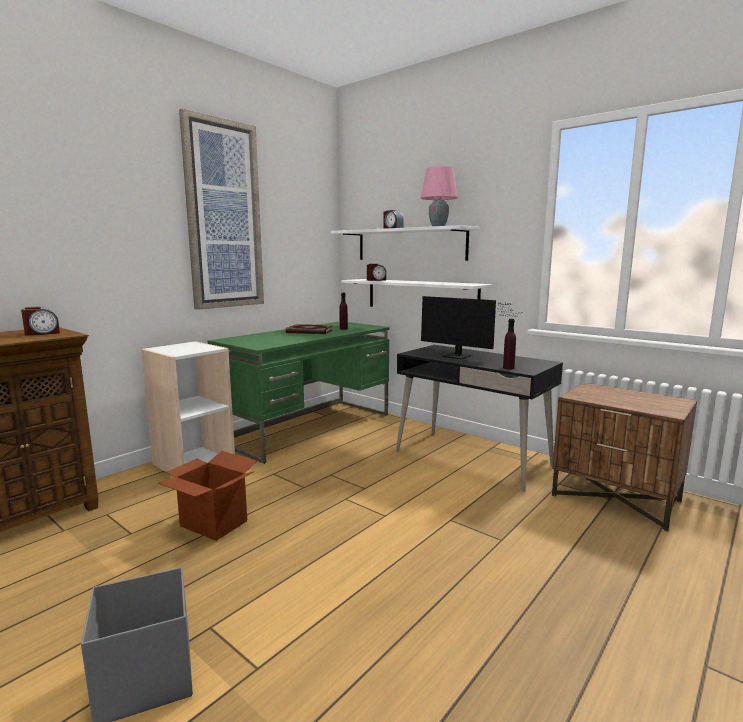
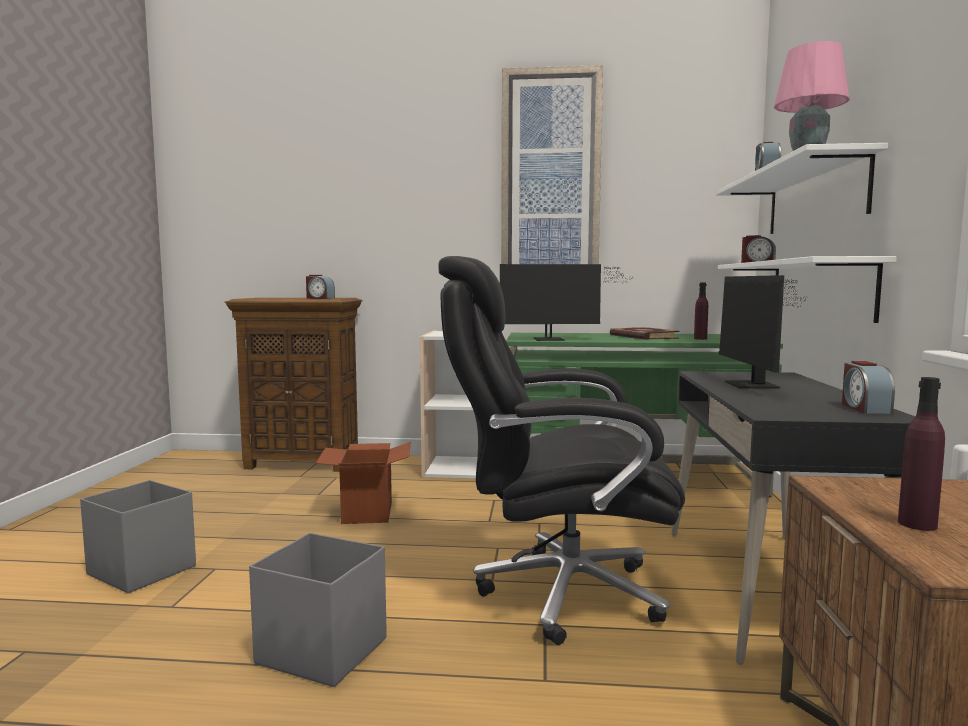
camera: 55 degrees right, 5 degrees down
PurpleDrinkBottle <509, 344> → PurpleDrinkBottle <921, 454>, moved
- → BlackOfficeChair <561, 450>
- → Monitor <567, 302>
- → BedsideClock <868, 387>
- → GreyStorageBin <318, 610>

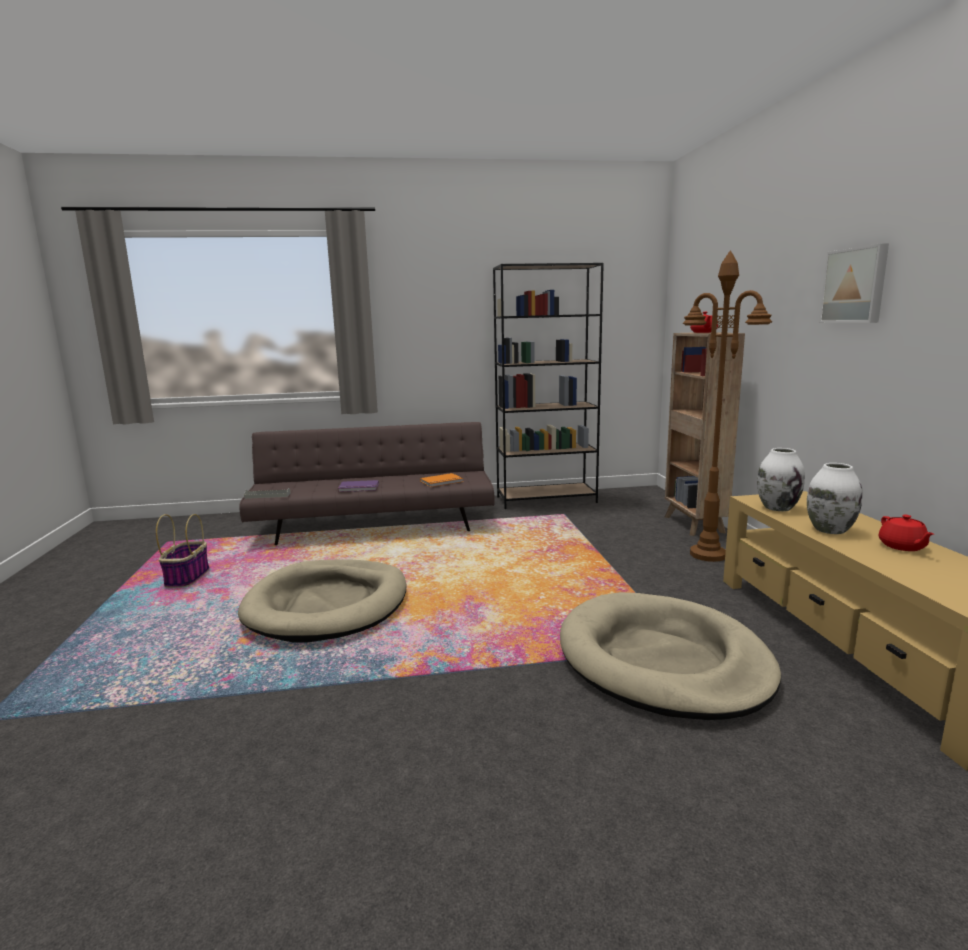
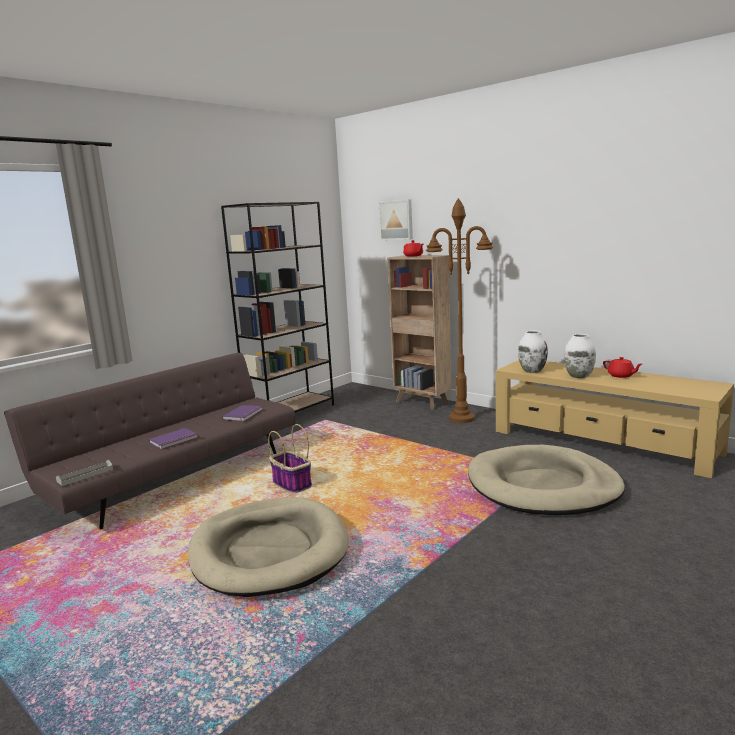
camera: 40 degrees left, 0 degrees up
WallArt <854, 283> → WallArt <395, 220>, moved
OrangeColouredVolume <441, 480> → PurpleVolume <242, 413>
Basket <182, 551> → Basket <290, 458>, moved

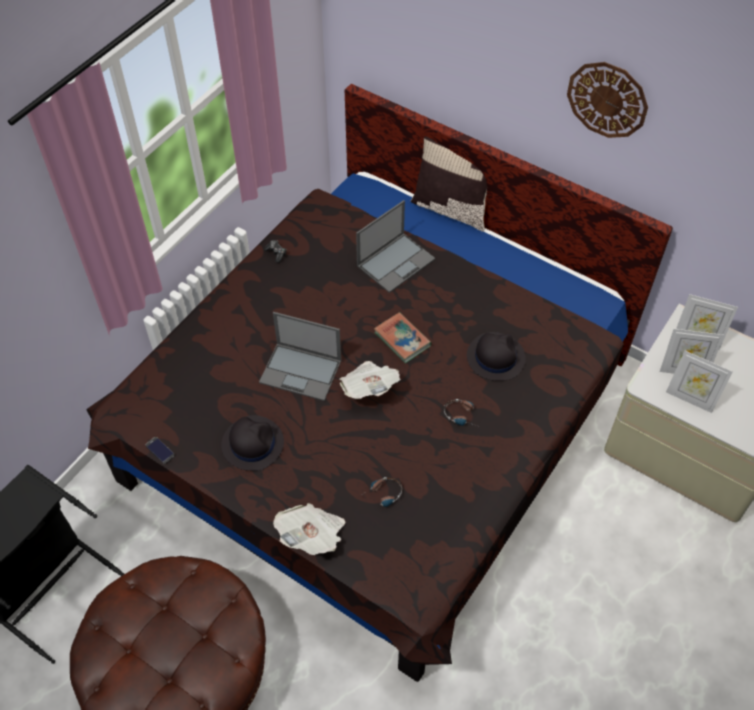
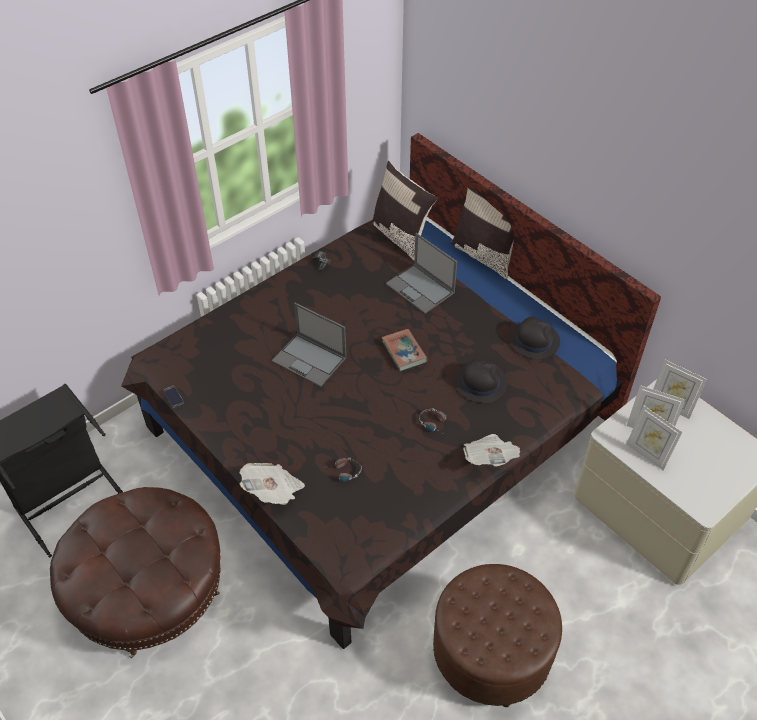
camera: 15 degrees right, 5 degrees down
WallClock <607, 100> → -
Laptop <395, 246> → Laptop <421, 273>, 75 degrees clockwise
Newspaper <370, 380> → Newspaper <491, 450>, moved
BlackHat <252, 443> → BlackHat <534, 338>, moved
- → Cushion <404, 211>
- → BrownishOttoman <497, 635>

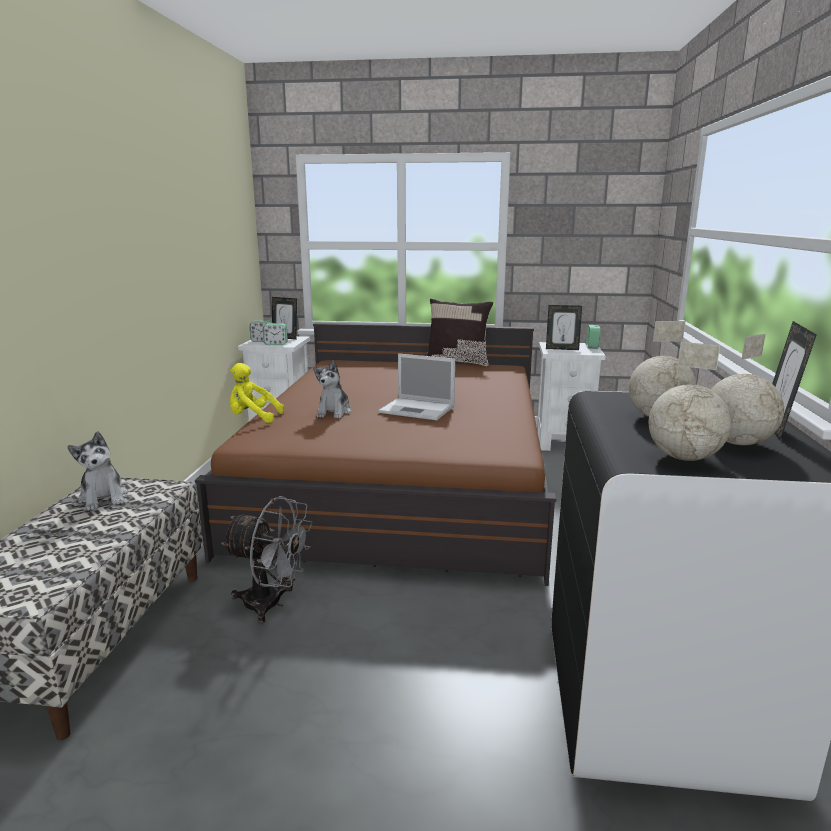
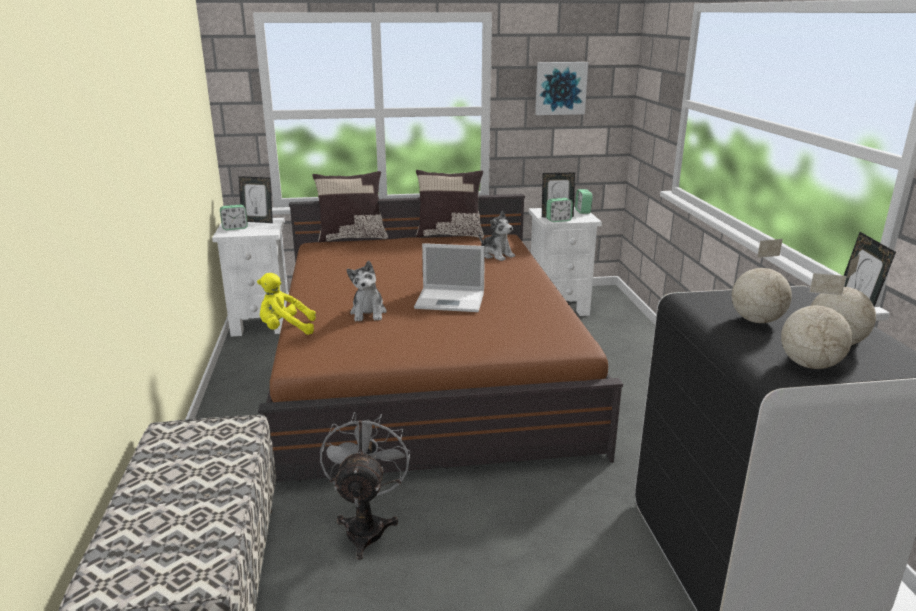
camera: 15 degrees left, 5 degrees up
BedsideClock <275, 334> → BedsideClock <559, 210>, moved
CuddlyToy <97, 470> → CuddlyToy <497, 236>, moved
GreyFan <267, 559> → GreyFan <365, 486>, 90 degrees counterclockwise
- → WallArt <561, 88>
- → Cushion <350, 207>

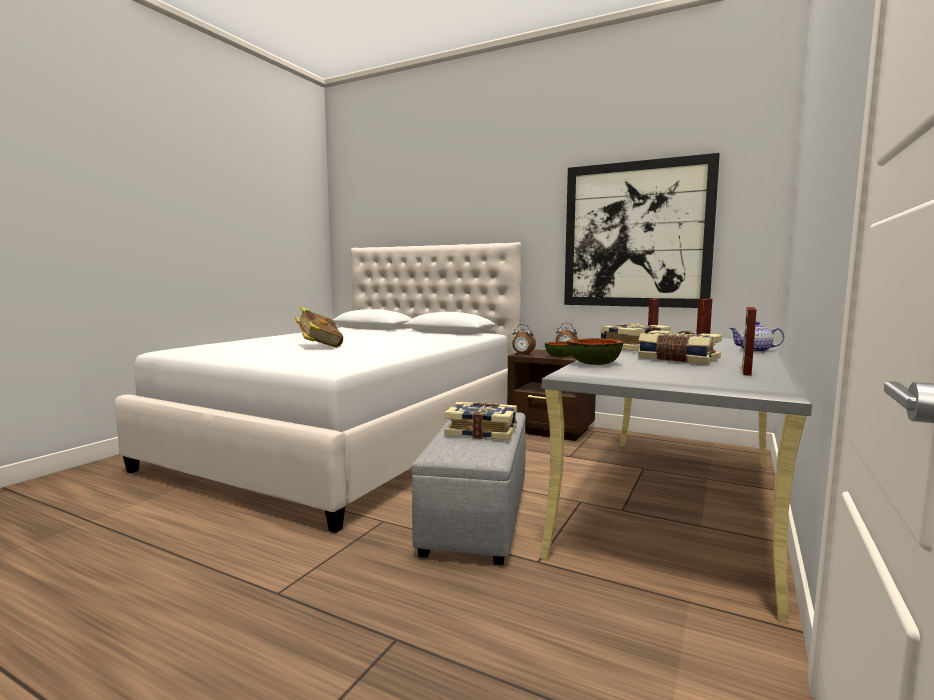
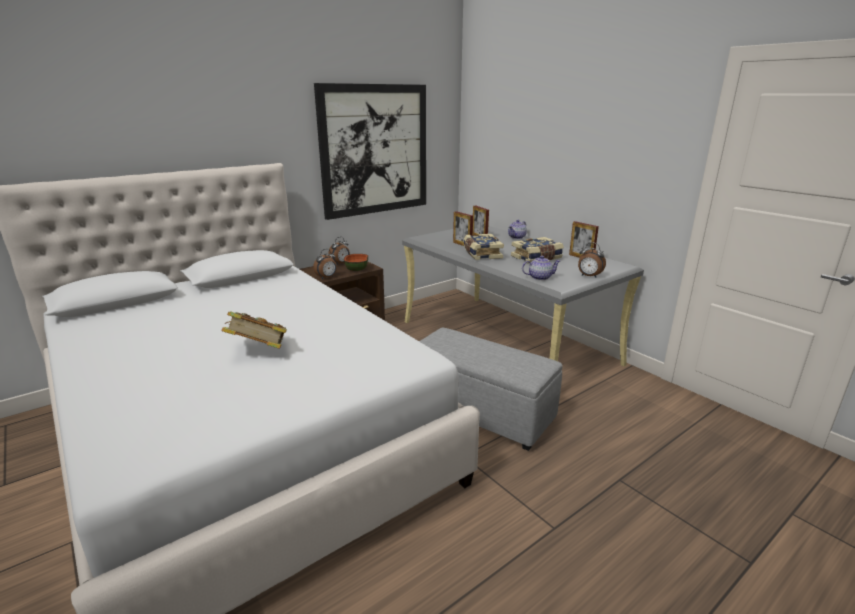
camera: 65 degrees left, 15 degrees up
DeepDish <595, 351> → Teapot <541, 268>
Volume <480, 421> → -
- → BedsideClock <592, 260>

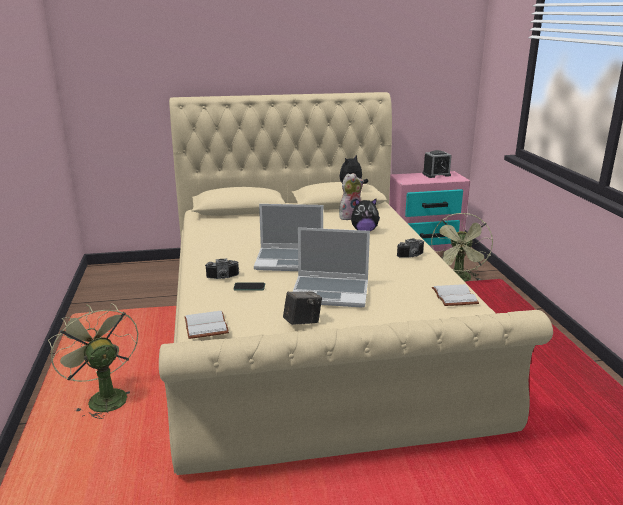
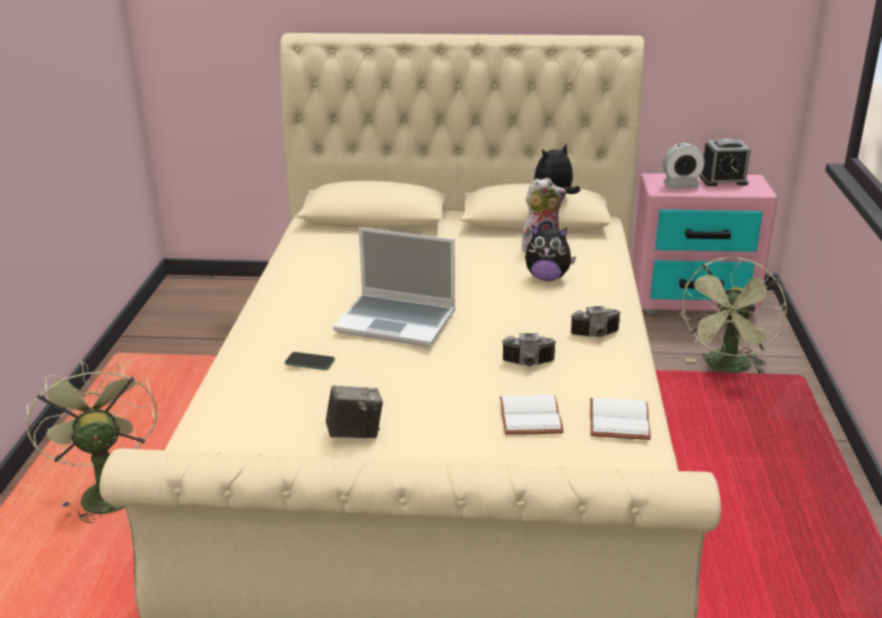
camera: 15 degrees right, 5 degrees up
Laptop <331, 267> → -
PhotoCamera <222, 268> → PhotoCamera <529, 349>, moved
WhiteVolume <206, 325> → WhiteVolume <531, 415>, moved
- → BedsideClock <684, 165>

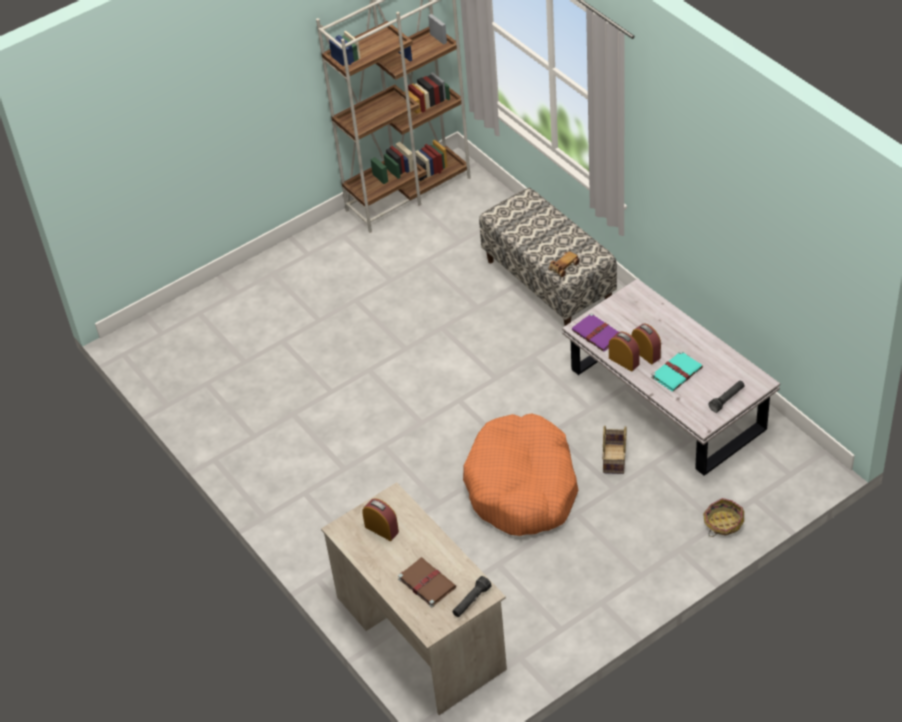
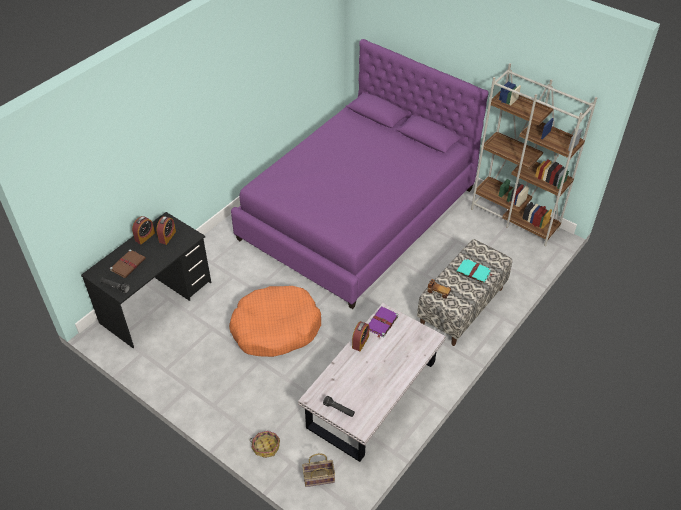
camera: 70 degrees right, 0 degrees up
BedsideClock <646, 344> → BedsideClock <143, 230>, moved
TurquoiseVolume <677, 371> → TurquoiseVolume <474, 270>, moved
Basket <614, 450> → Basket <318, 470>, moved
BeigeColouredDeskTable <414, 598> → BlackDeskTable <146, 280>
- → PurpleSleepingBed <360, 174>

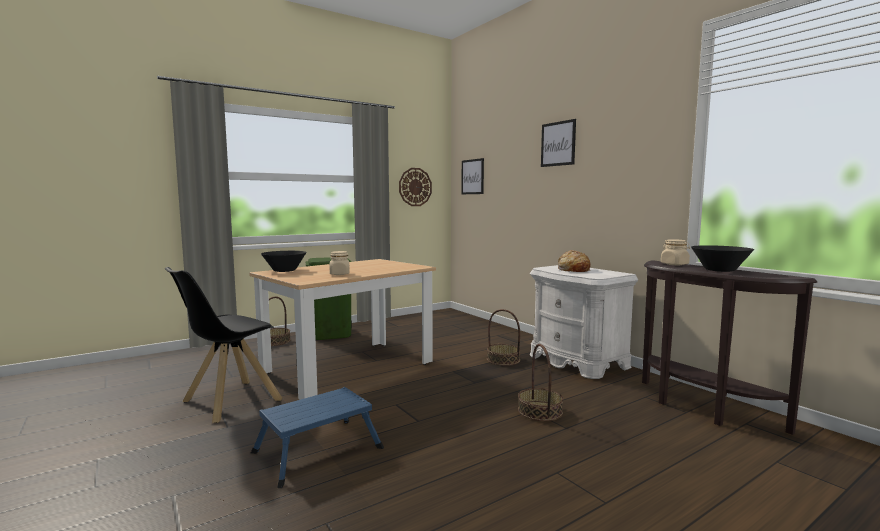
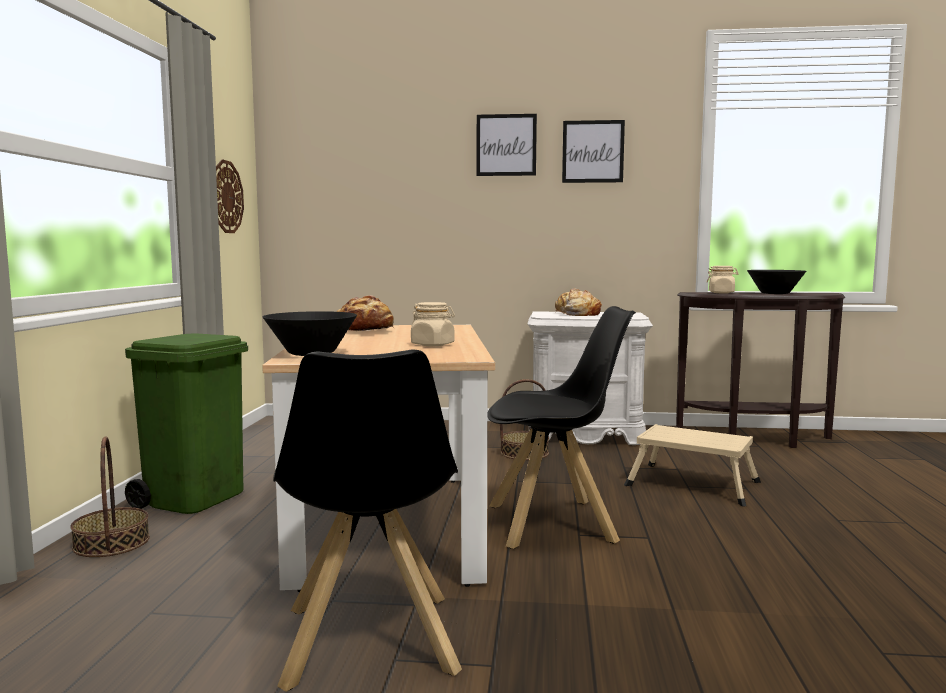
camera: 50 degrees left, 0 degrees up
WallArt <472, 176> → WallArt <593, 151>, moved
Basket <540, 382> → BeigeColouredStepladder <692, 465>
BluishStepladder <317, 437> → -
- → Bread <365, 313>
- → BlackUprightChair <561, 427>

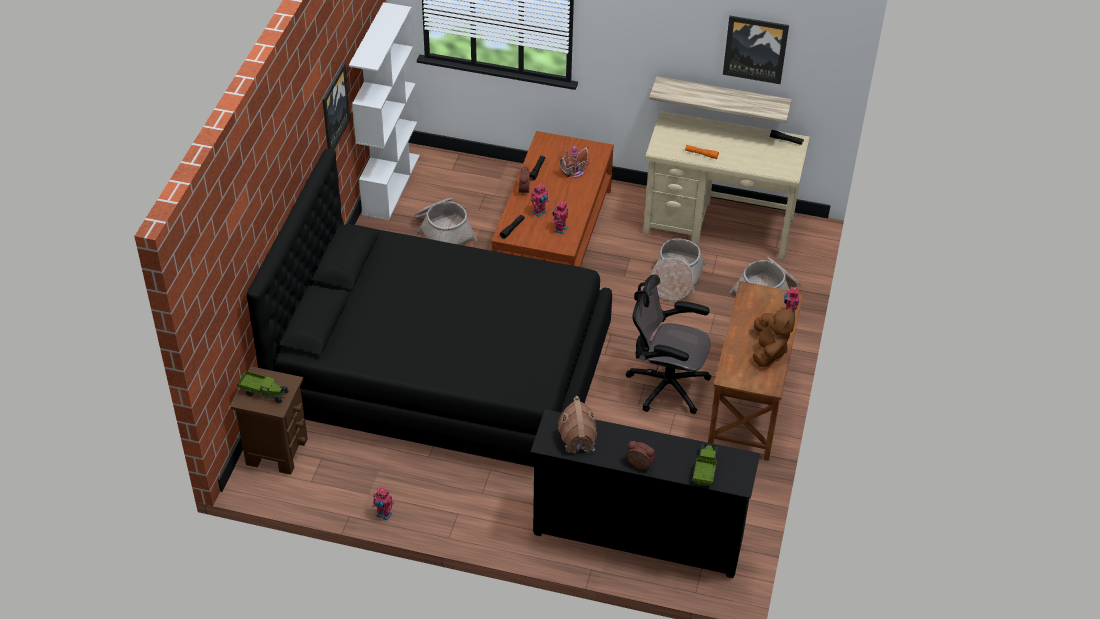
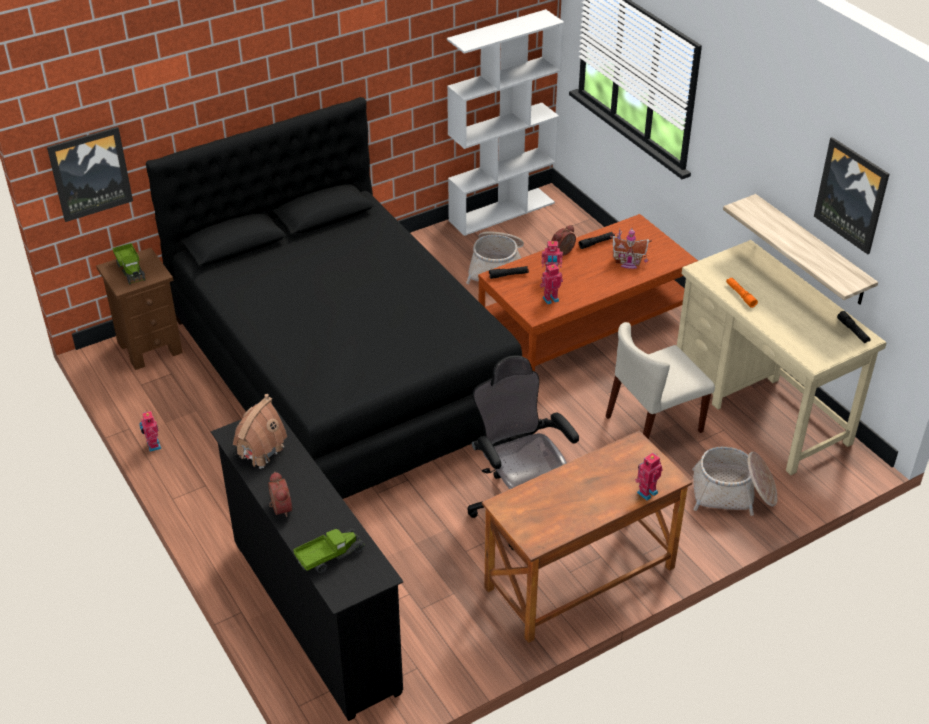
camera: 45 degrees right, 5 degrees down
WallArt <336, 106> → WallArt <90, 174>, moved
Basket <678, 269> → BeigeColouredUprightChair <660, 380>
BrownishCuddlyToy <774, 336> → -

